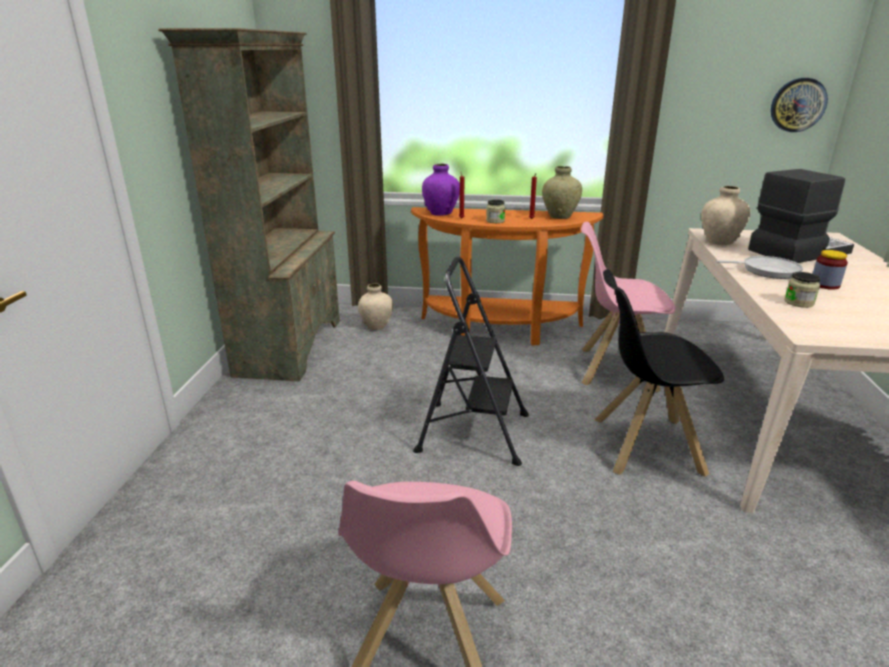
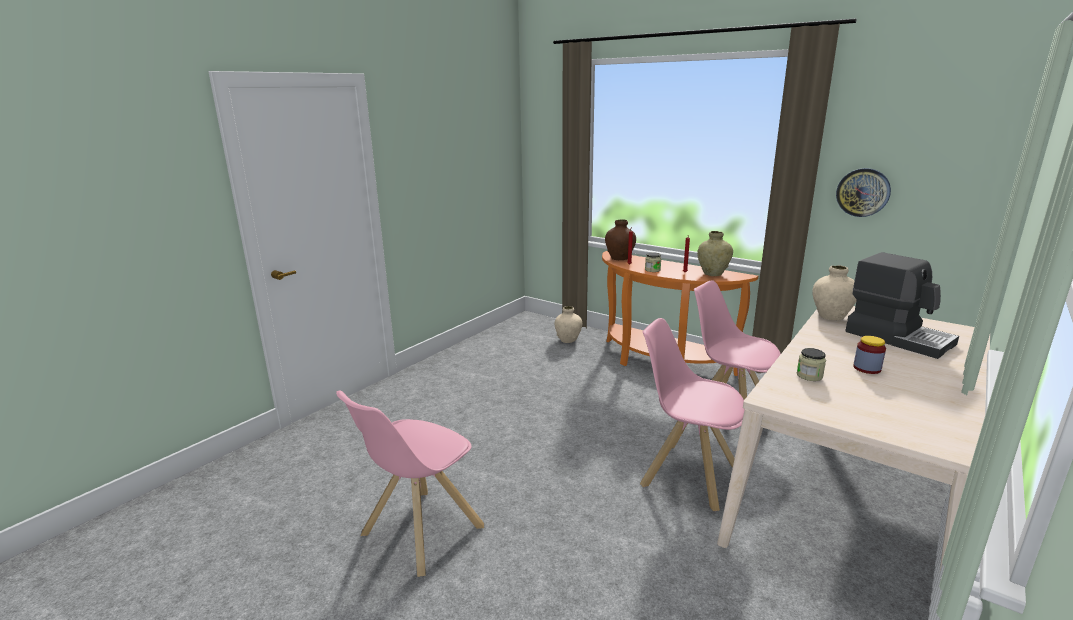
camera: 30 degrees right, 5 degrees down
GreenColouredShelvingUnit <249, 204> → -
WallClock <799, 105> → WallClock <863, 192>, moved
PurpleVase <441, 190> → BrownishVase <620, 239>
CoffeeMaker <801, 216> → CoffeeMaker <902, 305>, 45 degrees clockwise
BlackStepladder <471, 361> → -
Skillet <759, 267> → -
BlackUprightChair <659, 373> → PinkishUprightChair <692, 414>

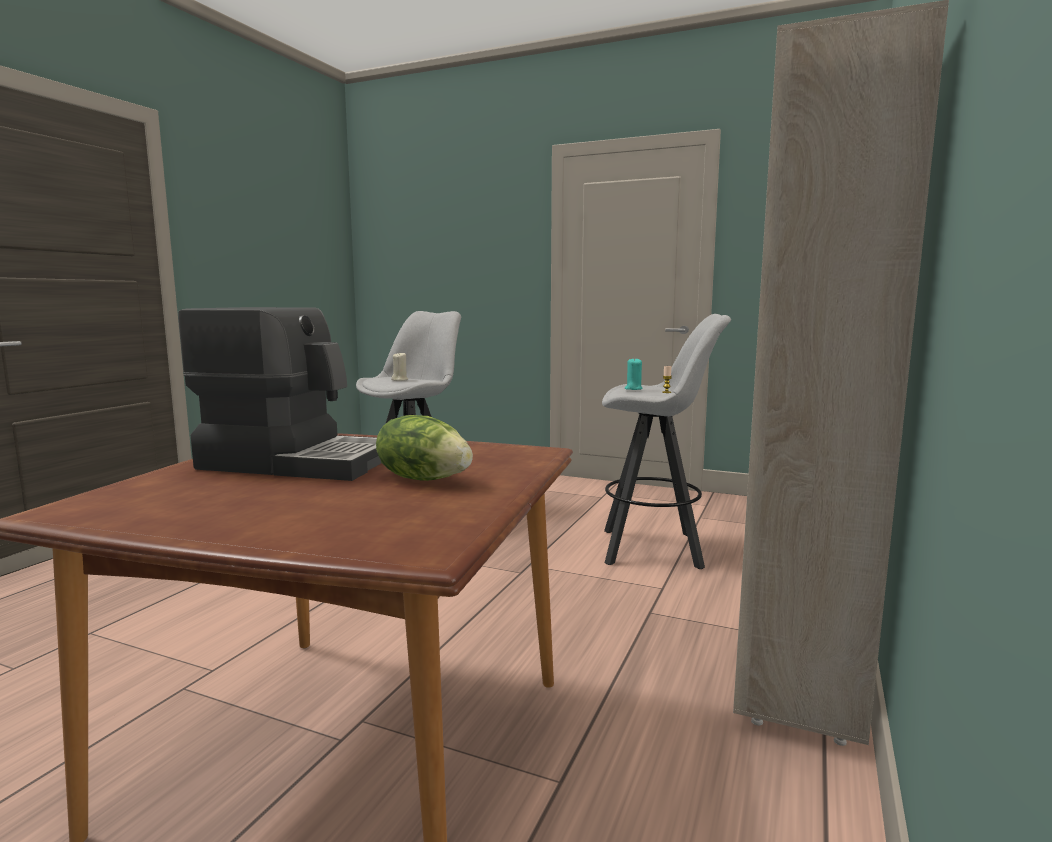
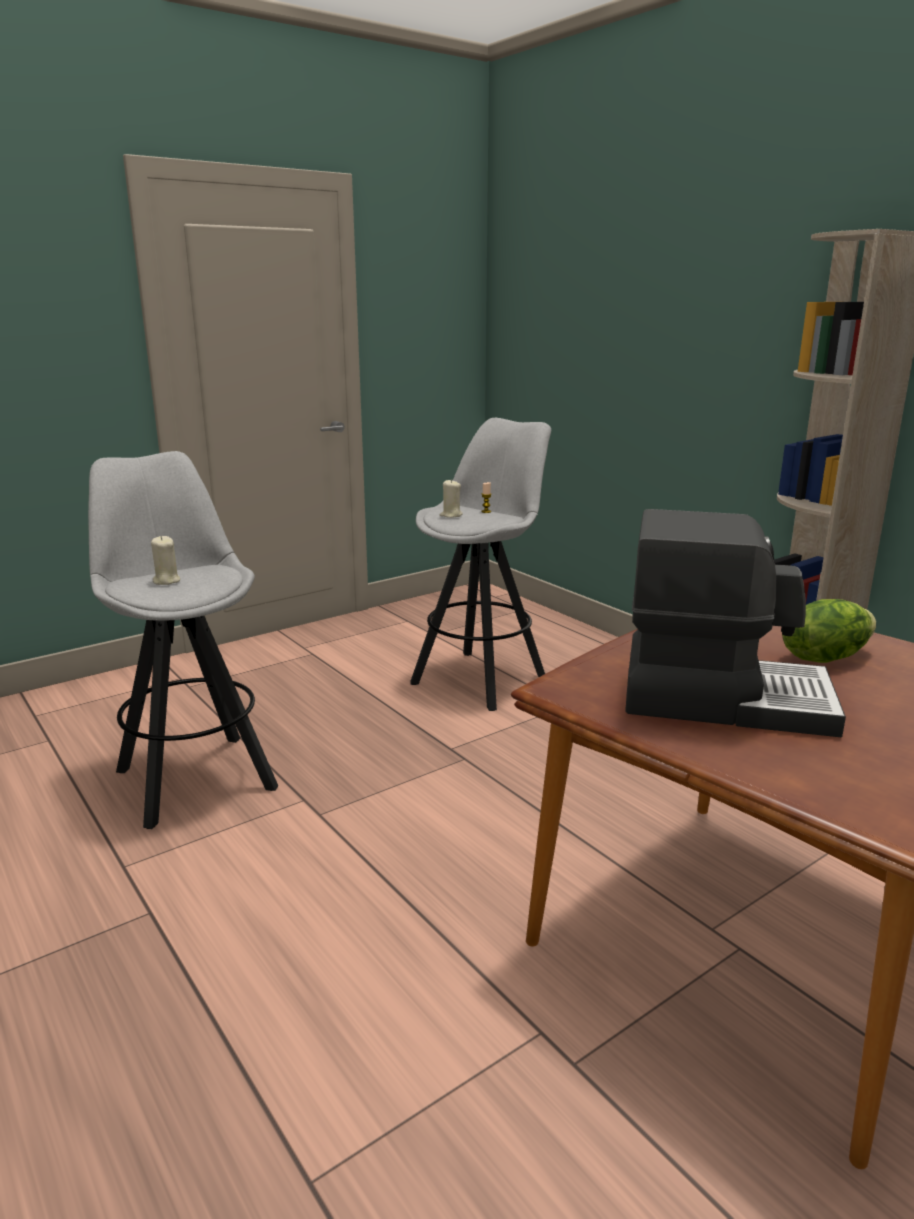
camera: 60 degrees left, 10 degrees up
CoffeeMaker <279, 394> → CoffeeMaker <735, 623>, 60 degrees clockwise
TurquoiseWaxCandle <634, 373> → BeigeColouredWaxCandle <451, 498>

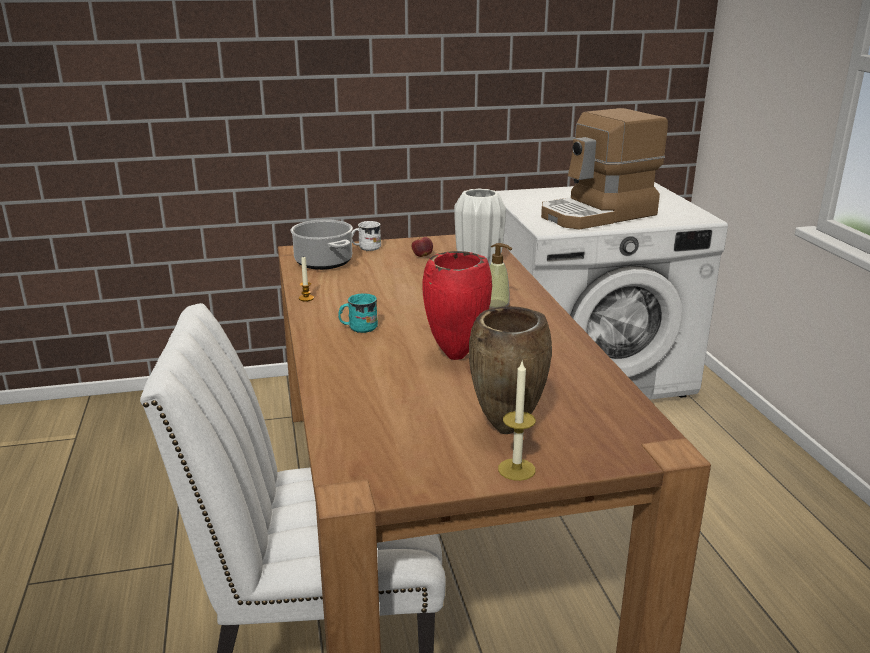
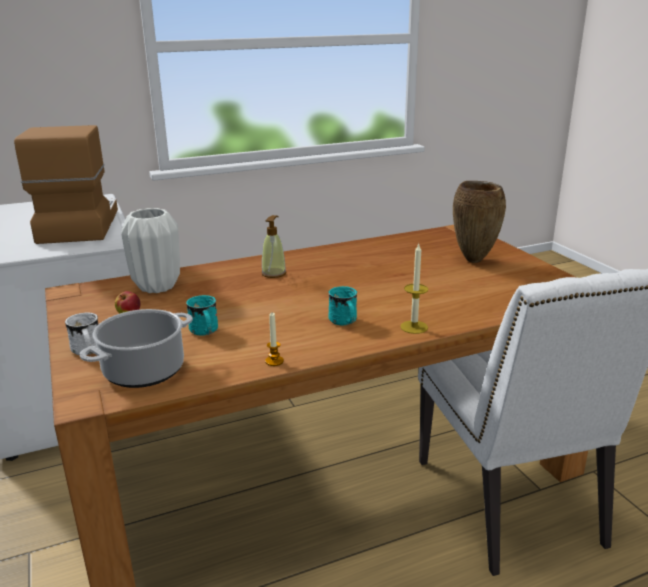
camera: 100 degrees left, 0 degrees up
CoffeeMaker <604, 169> → CoffeeMaker <66, 184>, 150 degrees counterclockwise
ReddishVase <457, 305> → -
WaxCandle <517, 421> → WaxCandle <414, 289>, moved
- → TurquoiseCoffeeMug <202, 315>

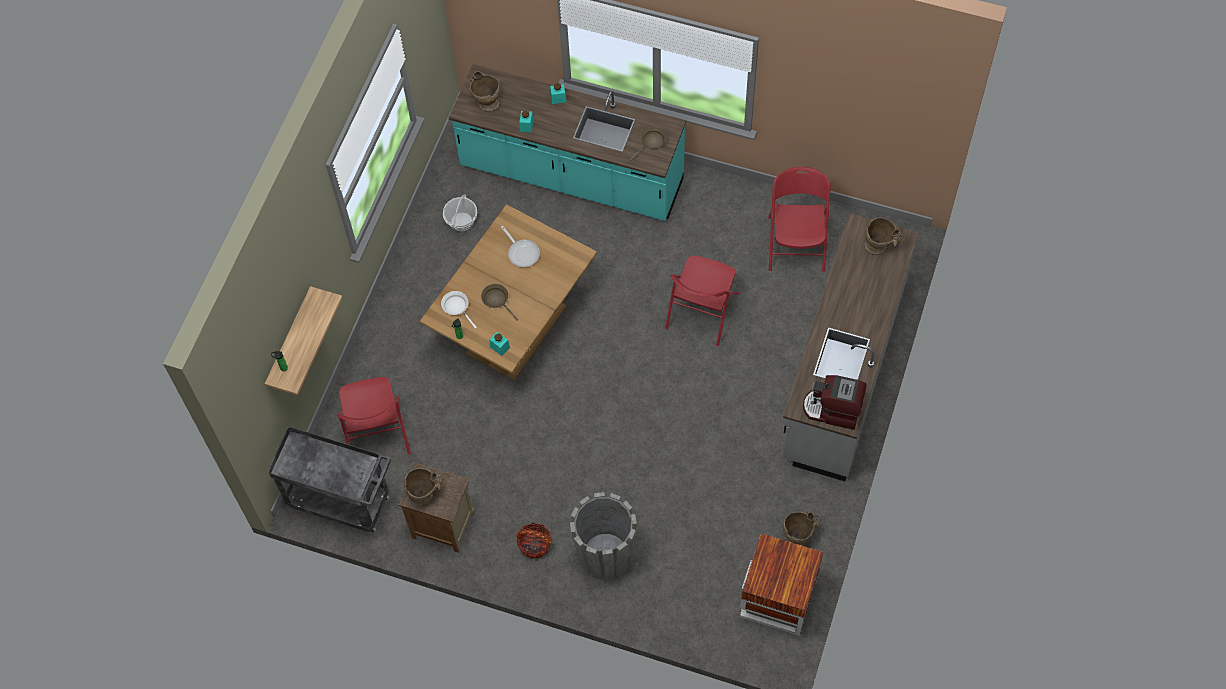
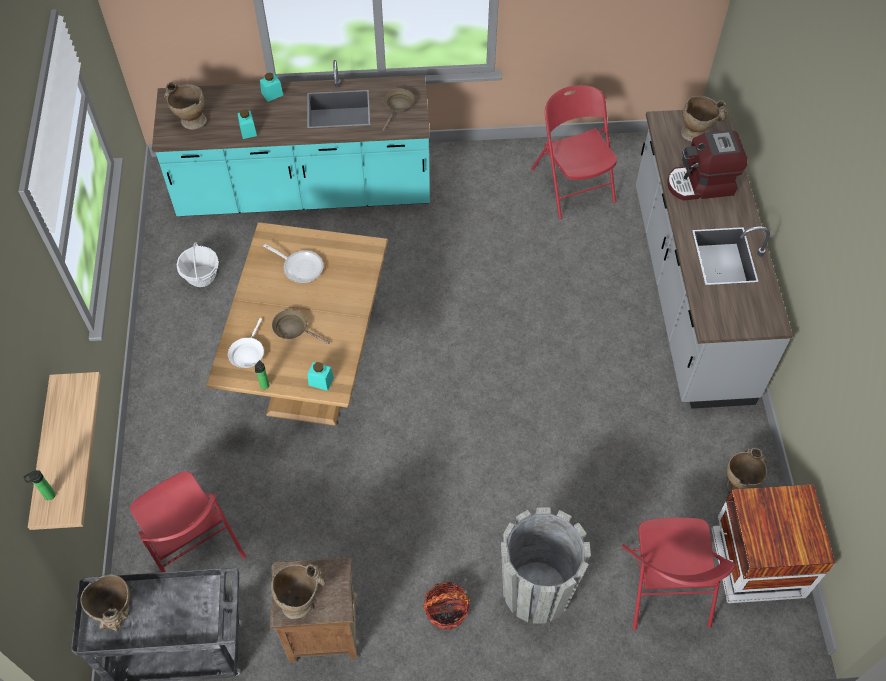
camera: 25 degrees left, 5 degrees down
ReddishUprightChair <702, 300> → ReddishUprightChair <678, 573>, moved
WhiteSkillet <459, 310> → WhiteSkillet <246, 343>, 105 degrees counterclockwise
CoffeeMaker <835, 402> → CoffeeMaker <707, 165>, moved
- → BeigeColouredVase <105, 602>

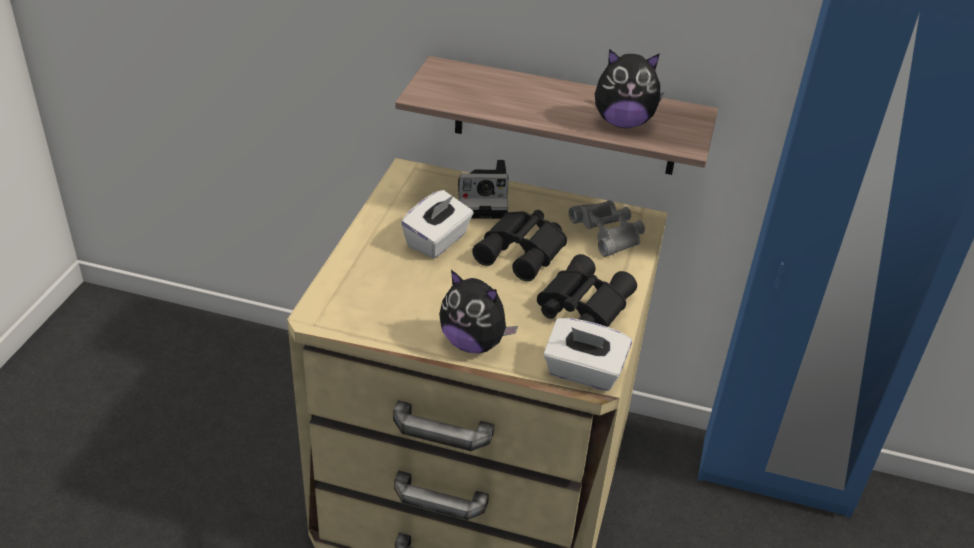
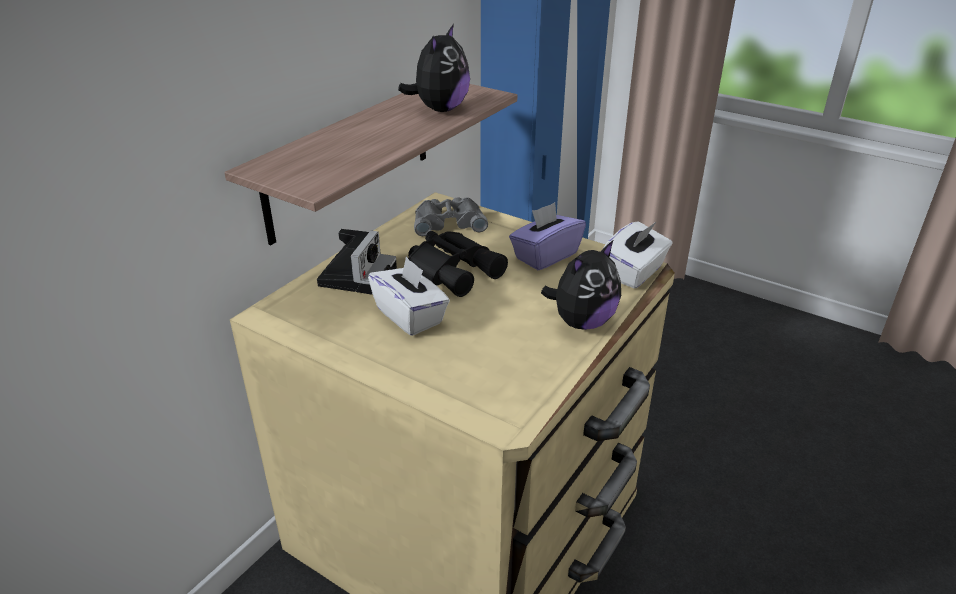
camera: 70 degrees left, 5 degrees down
BlackPairOfBinoculars <587, 290> → PurpleBoxOfTissues <547, 236>

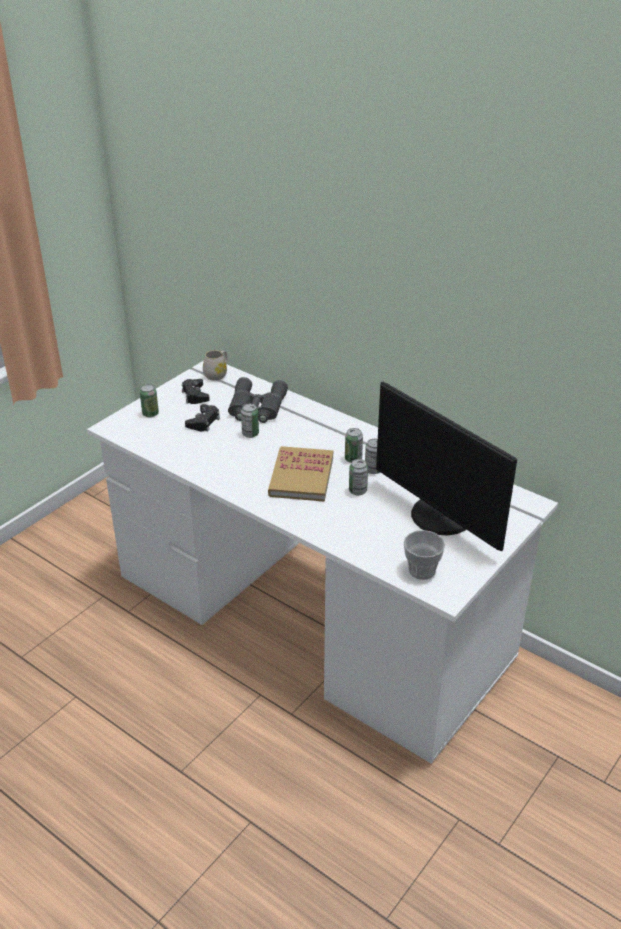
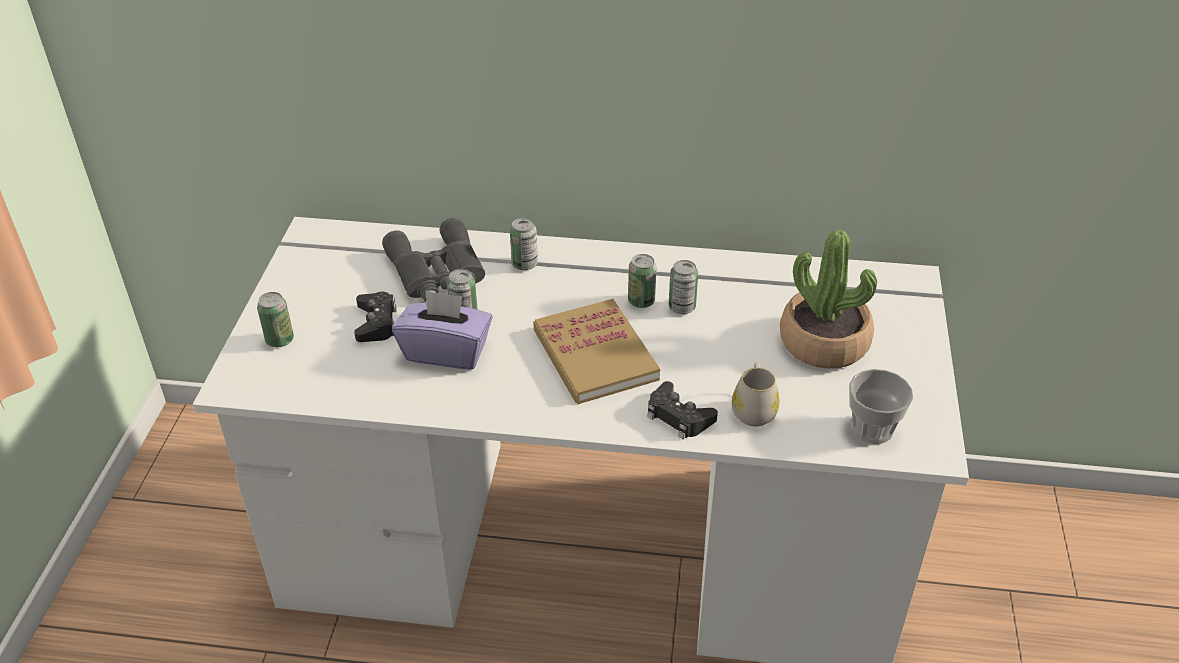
camera: 30 degrees left, 5 degrees up
WhiteCoffeeMug <215, 365> → WhiteCoffeeMug <756, 395>, moved
BlackGameController <196, 391> → BlackGameController <682, 410>, moved
Monitor <446, 466> → PottedPlant <828, 299>
MetalCan <358, 477> → MetalCan <524, 244>, moved
- → PurpleBoxOfTissues <442, 330>

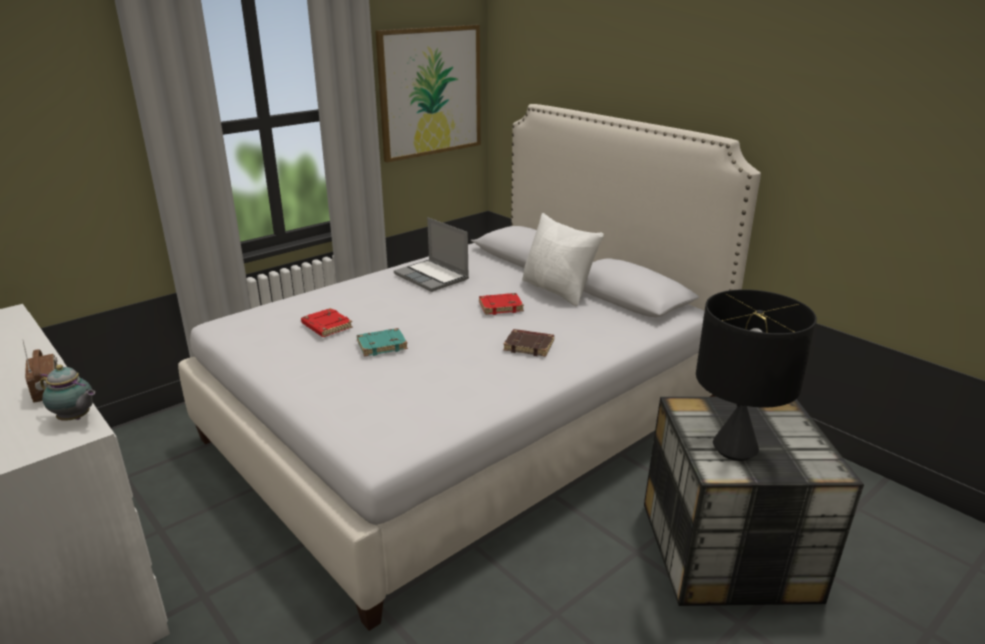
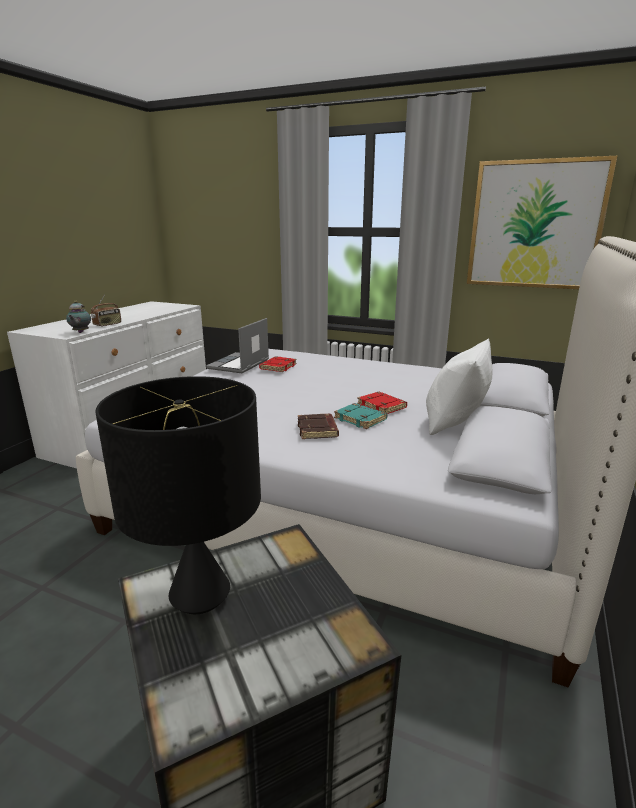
camera: 65 degrees right, 5 degrees down
Laptop <431, 254> → Laptop <237, 345>, moved
TurquoiseVolume <382, 342> → TurquoiseVolume <361, 416>, moved

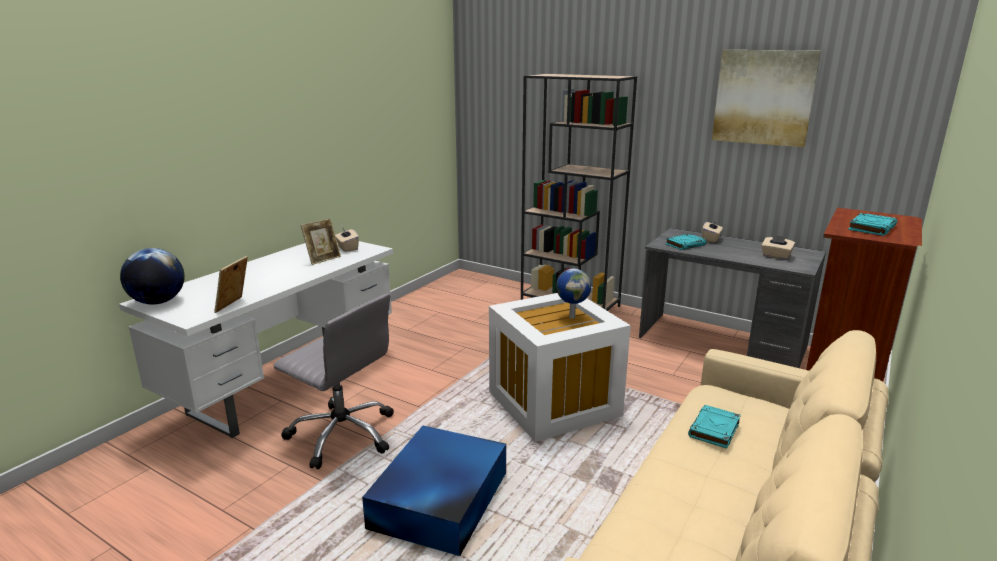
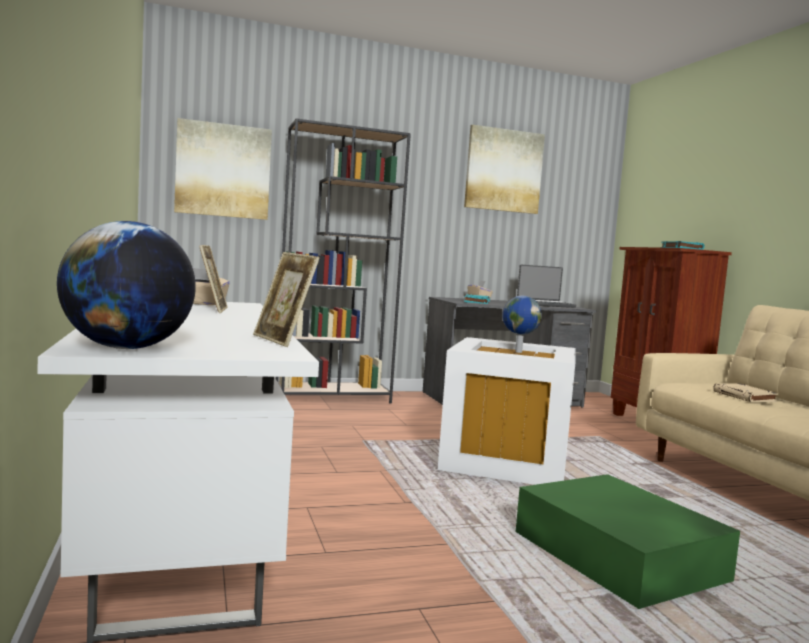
camera: 50 degrees left, 15 degrees down
BeigeColouredBoxOfTissues <778, 246> → Laptop <546, 286>
GreyOfficeChair <333, 381> → -
TurquoiseVolume <714, 427> → BeigeColouredVolume <745, 392>
BluishStorageBin <434, 490> → GreenColouredStorageBin <628, 541>
- → WallArt <223, 169>

